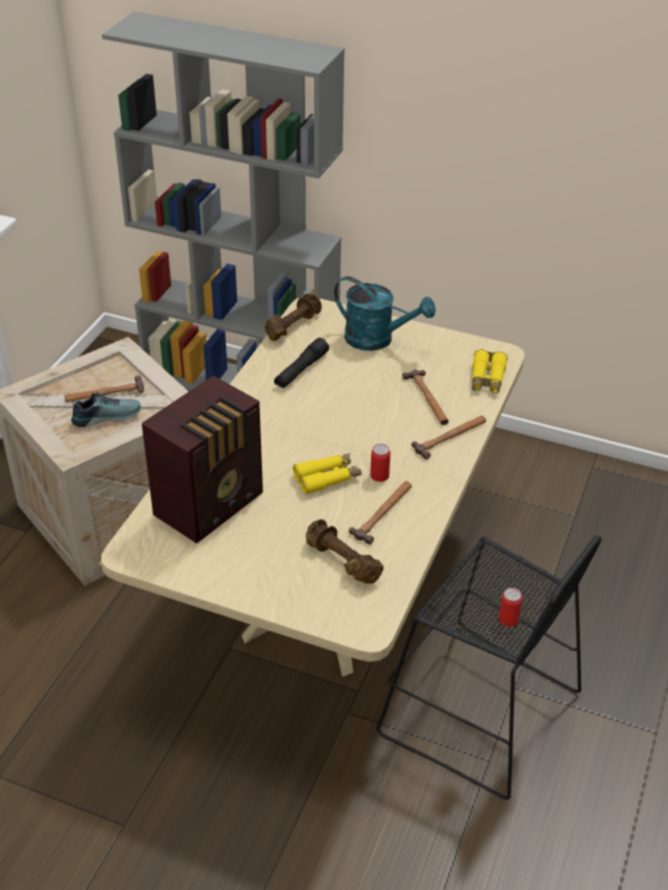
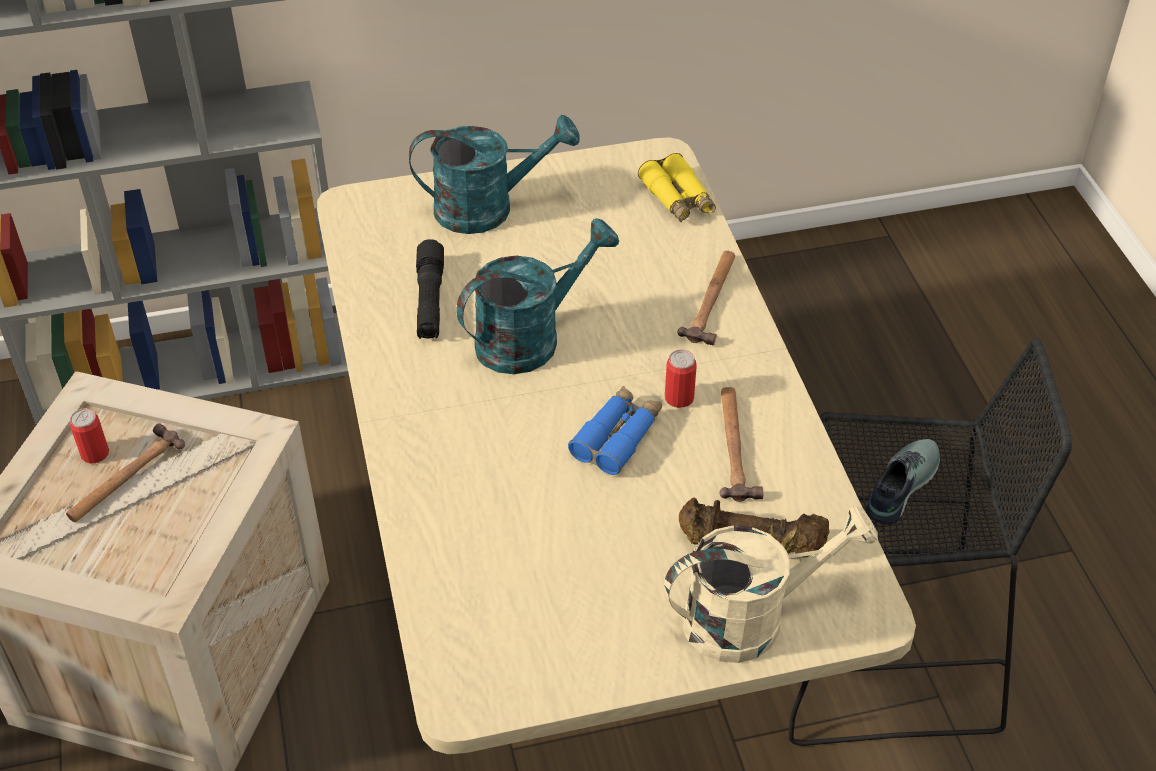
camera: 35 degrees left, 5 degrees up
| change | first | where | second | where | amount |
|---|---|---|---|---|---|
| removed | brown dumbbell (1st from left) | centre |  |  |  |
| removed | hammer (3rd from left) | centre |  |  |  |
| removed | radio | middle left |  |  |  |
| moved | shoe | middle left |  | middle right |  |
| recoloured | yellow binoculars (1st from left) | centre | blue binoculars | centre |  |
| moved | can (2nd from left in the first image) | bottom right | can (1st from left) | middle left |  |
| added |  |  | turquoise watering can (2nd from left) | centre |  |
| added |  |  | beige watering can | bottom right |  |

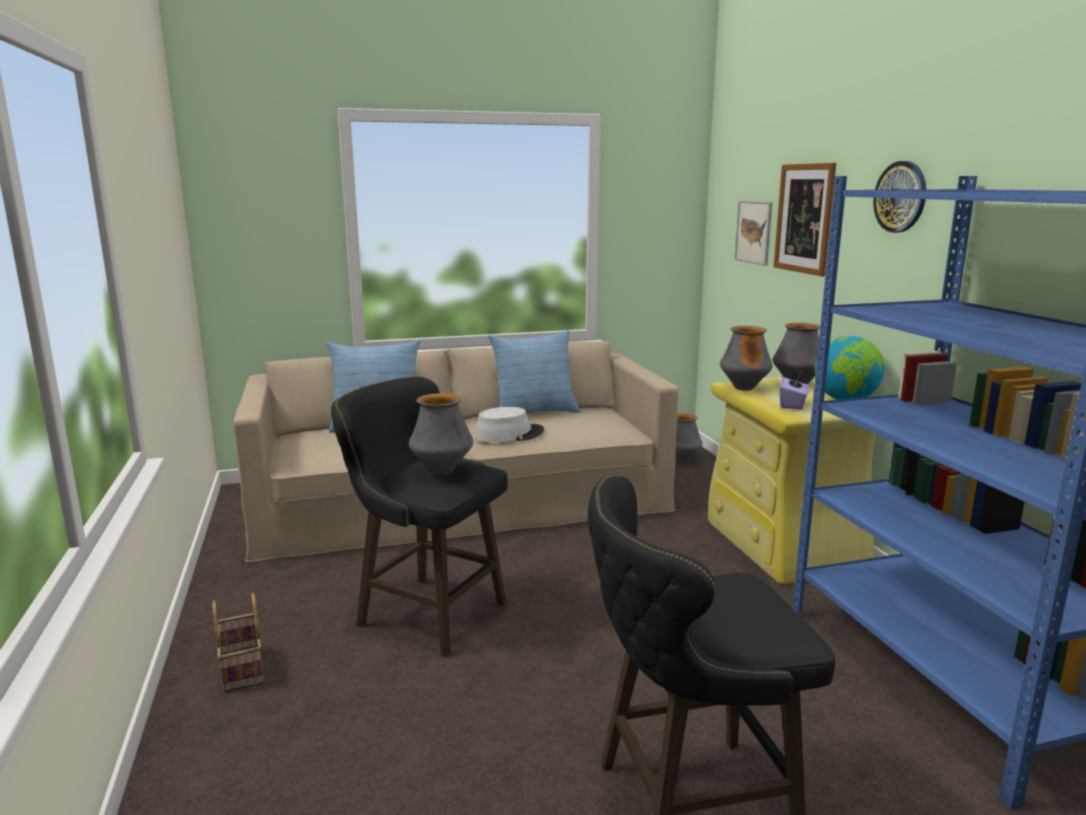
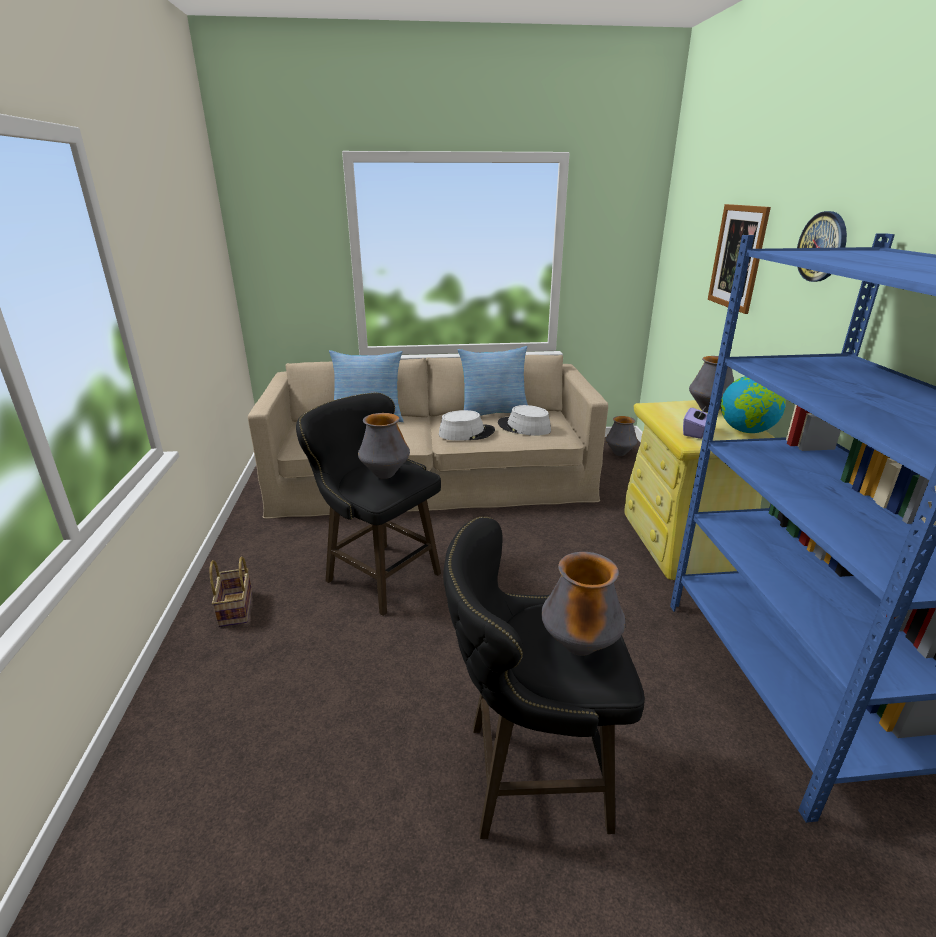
camera: 10 degrees right, 10 degrees up
| change | first | where | second | where | amount |
|---|---|---|---|---|---|
| removed | picture (1st from left) | top right |  |  |  |
| moved | vase (3rd from left in the first image) | middle right | vase (2nd from left) | centre |  |
| added |  |  | grey hat (2nd from left) | centre |  |

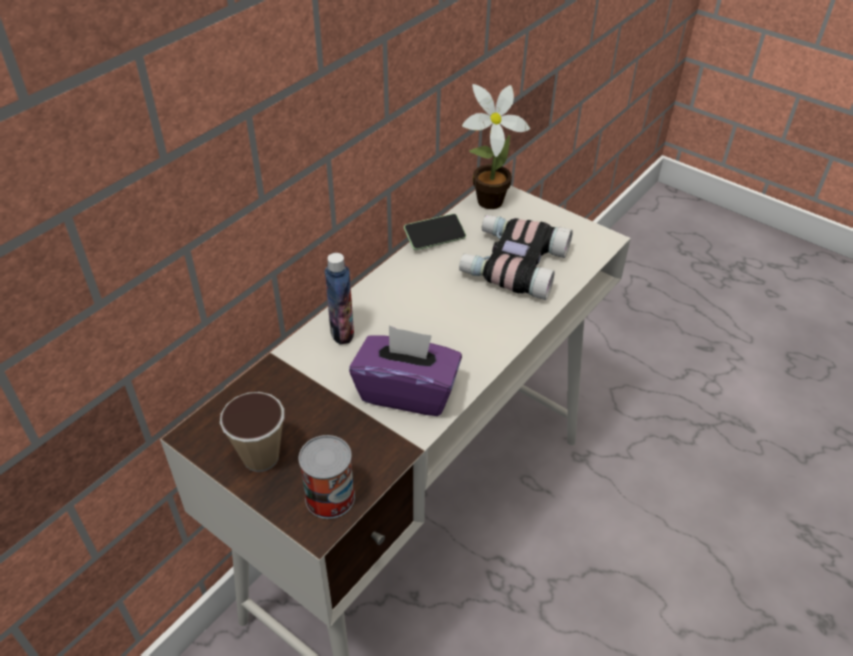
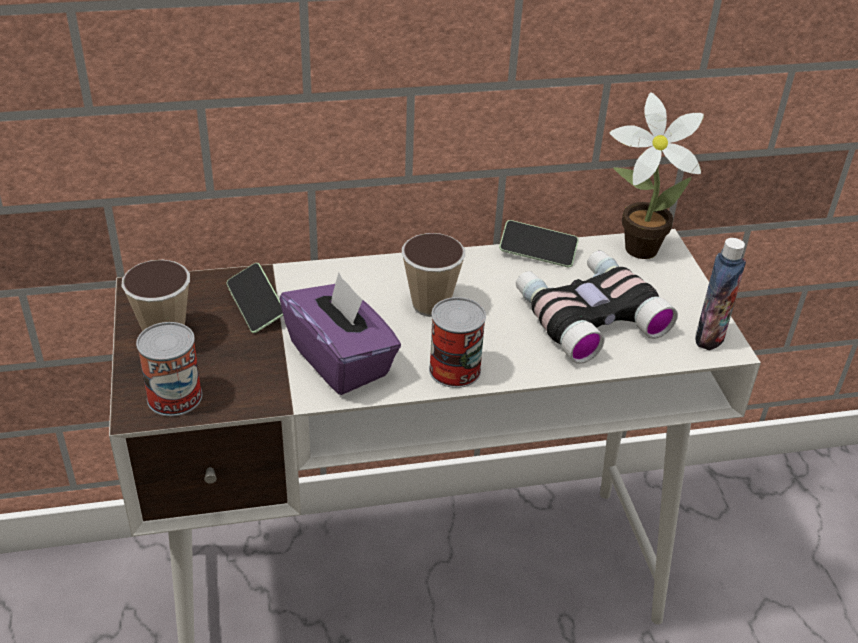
camera: 40 degrees right, 5 degrees down
| change | first | where | second | where | amount |
|---|---|---|---|---|---|
| moved | bottle | centre |  | middle right |  |
| added |  |  | cup (2nd from left) | centre |  |
| added |  |  | phone (1st from left) | middle left |  |
| added |  |  | can (2nd from left) | centre |  |

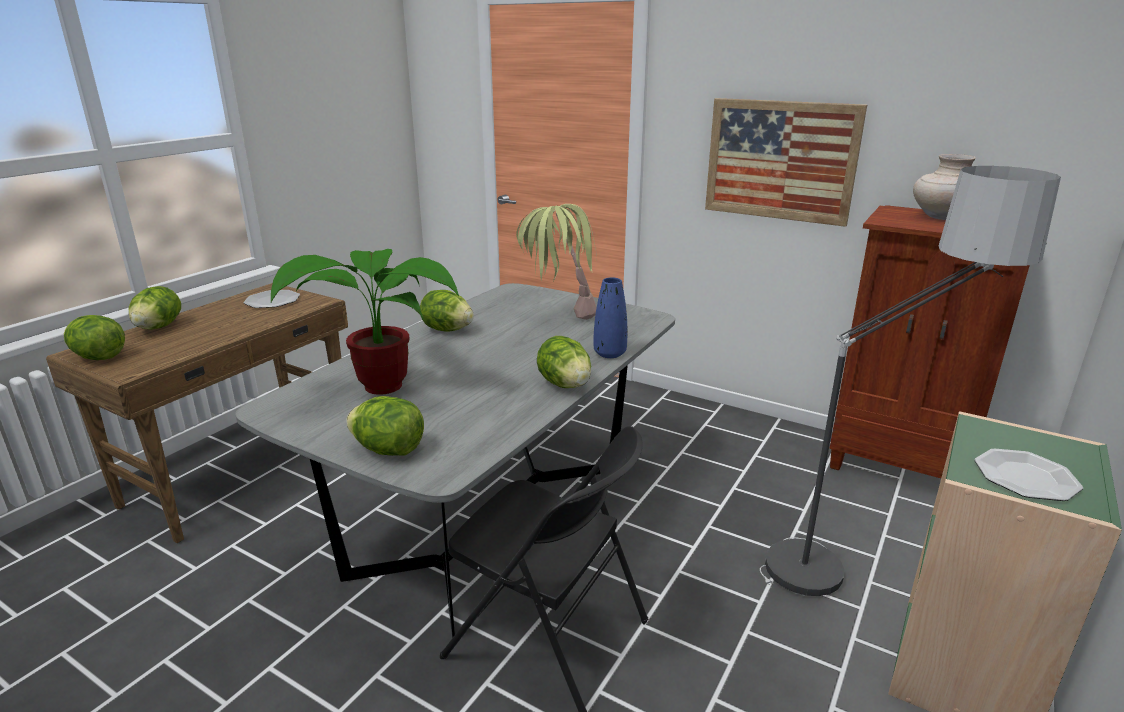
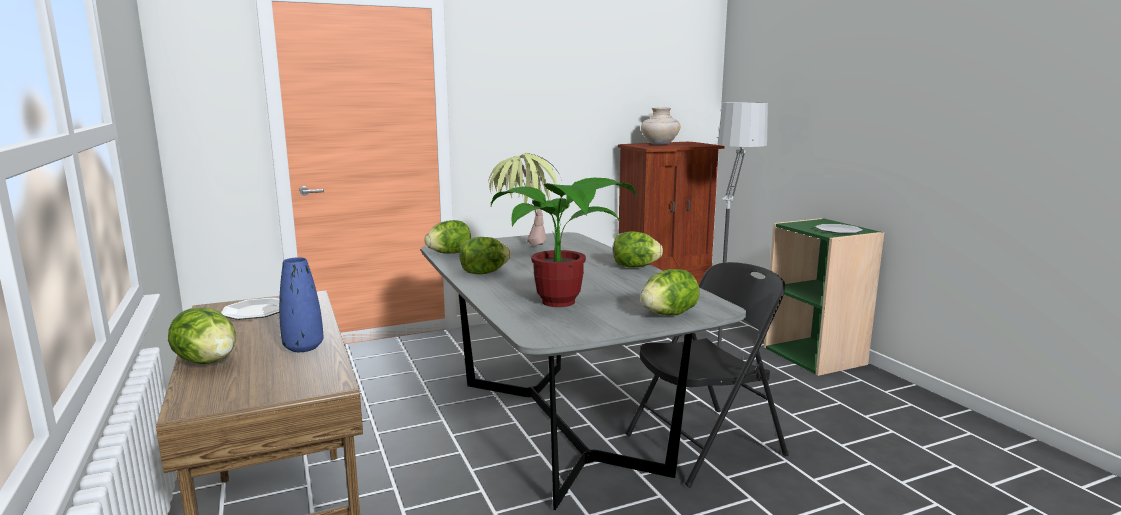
camera: 55 degrees left, 10 degrees down
| change | first | where | second | where | amount |
|---|---|---|---|---|---|
| removed | picture | top right |  |  |  |
| moved | blue vase | centre |  | middle left |  |
| moved | lettuce (1st from left in the first image) | middle left | lettuce (2nd from left) | centre |  |

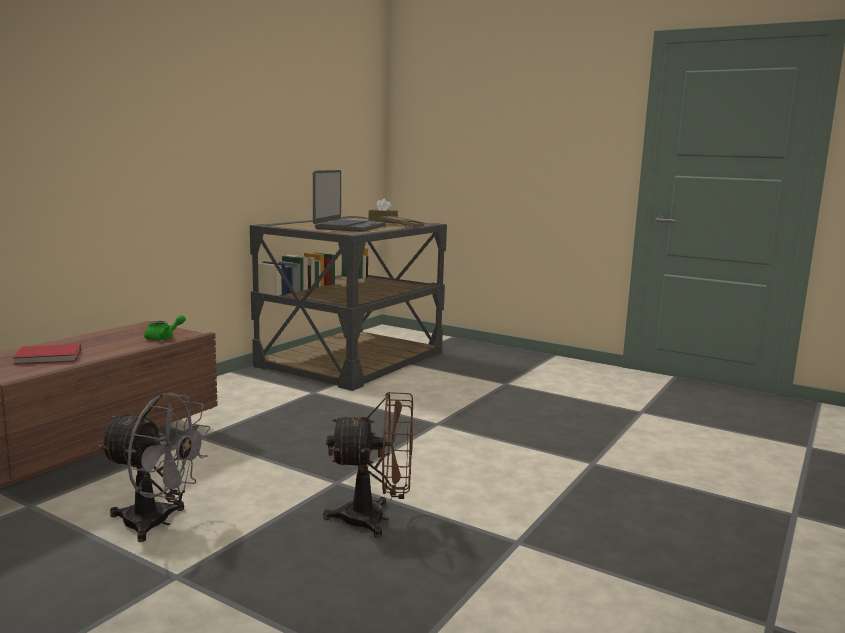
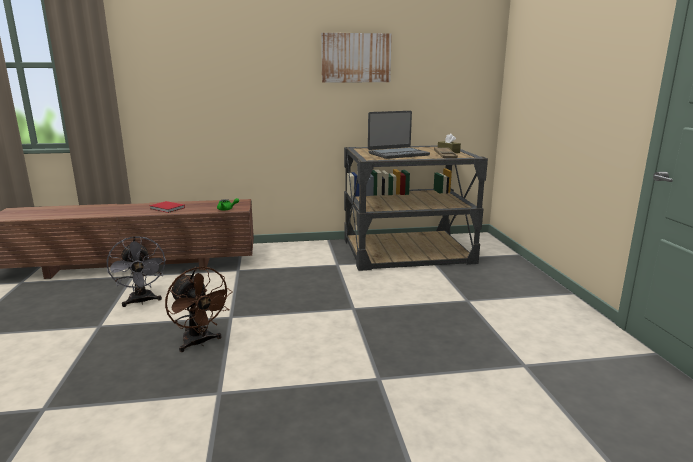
camera: 50 degrees right, 5 degrees up
| change | first | where | second | where | amount |
|---|---|---|---|---|---|
| added |  |  | picture | top centre |  |

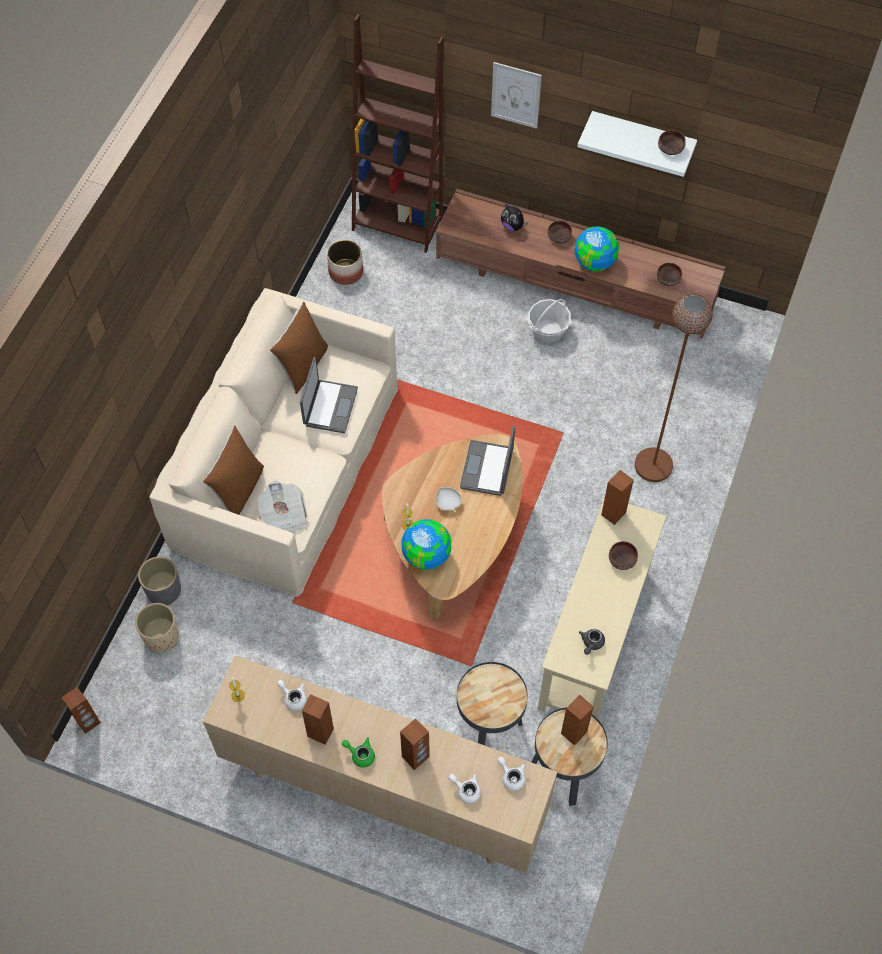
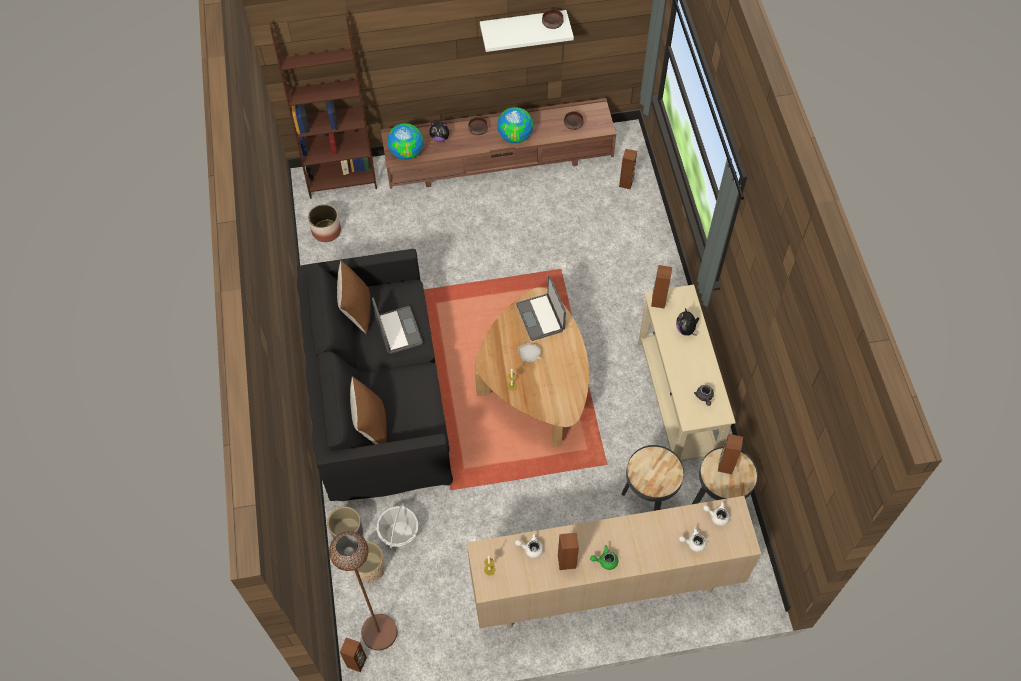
camera: 30 degrees left, 0 degrees up
| change | first | where | second | where | amount |
|---|---|---|---|---|---|
| removed | picture | top centre |  |  |  |
| recoloured | beige sofa | middle left | black sofa | centre |  |
| moved | brown floor lamp | middle right |  | bottom centre |  |
| moved | basket | centre |  | bottom centre |  |
| removed | newspaper | middle left |  |  |  |
| moved | globe (1st from left) | centre |  | top centre |  |
| replaced | brown bowl (2nd from left) | middle right | plush toy (2nd from left) | middle right |  |
| moved | brown speaker (3rd from left) | bottom centre |  | top centre |  |

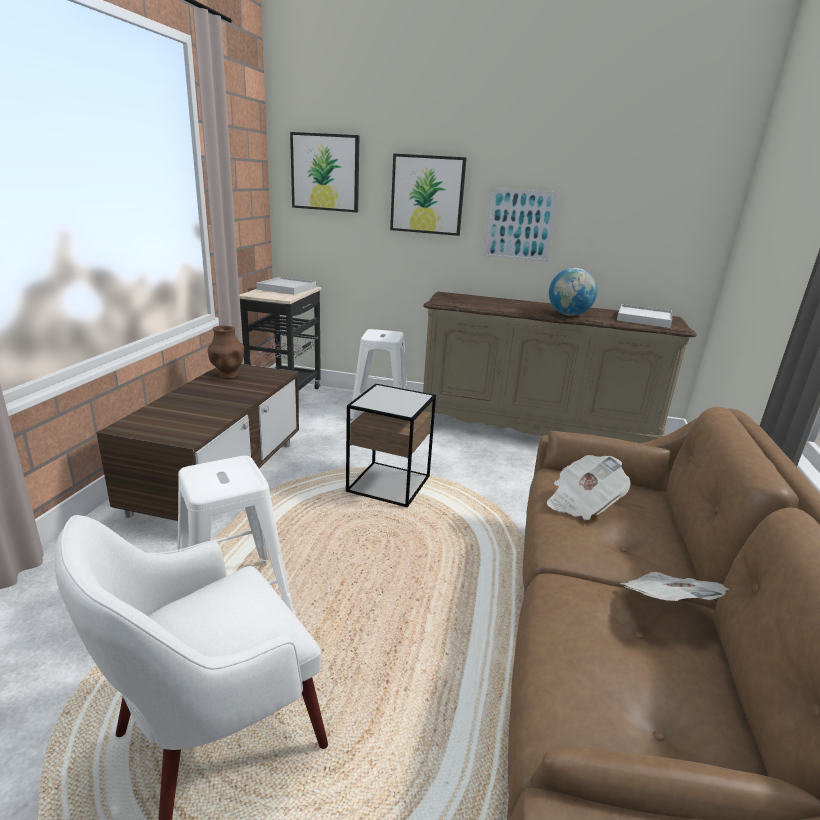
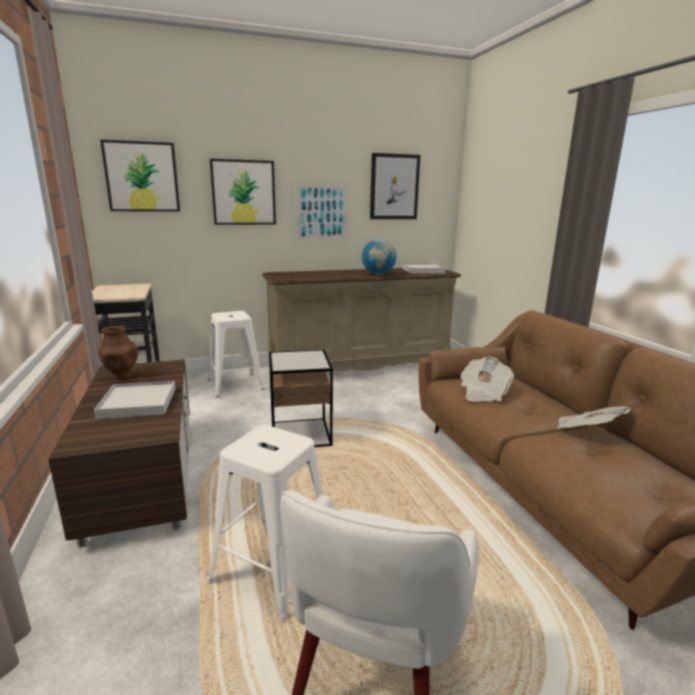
camera: 30 degrees left, 5 degrees down
| change | first | where | second | where | amount |
|---|---|---|---|---|---|
| moved | white tray (1st from left) | centre |  | middle left |  |
| added |  |  | picture (4th from left) | top centre |  |

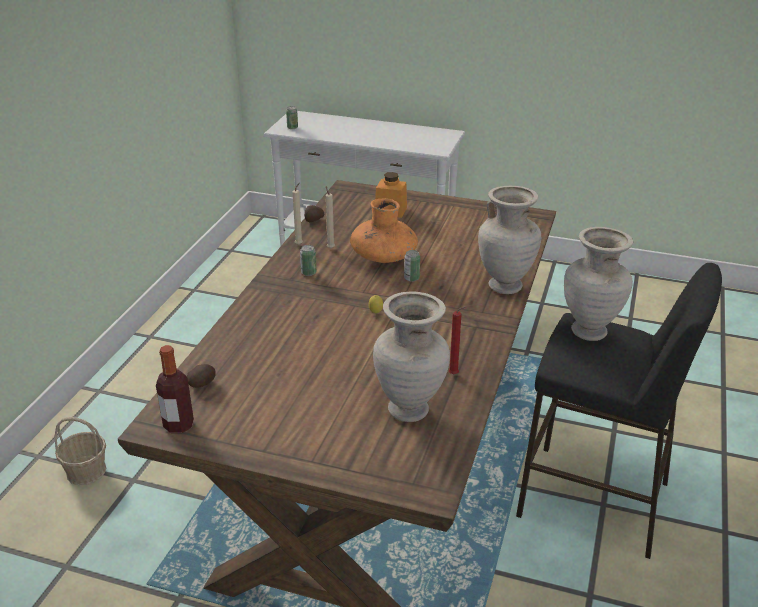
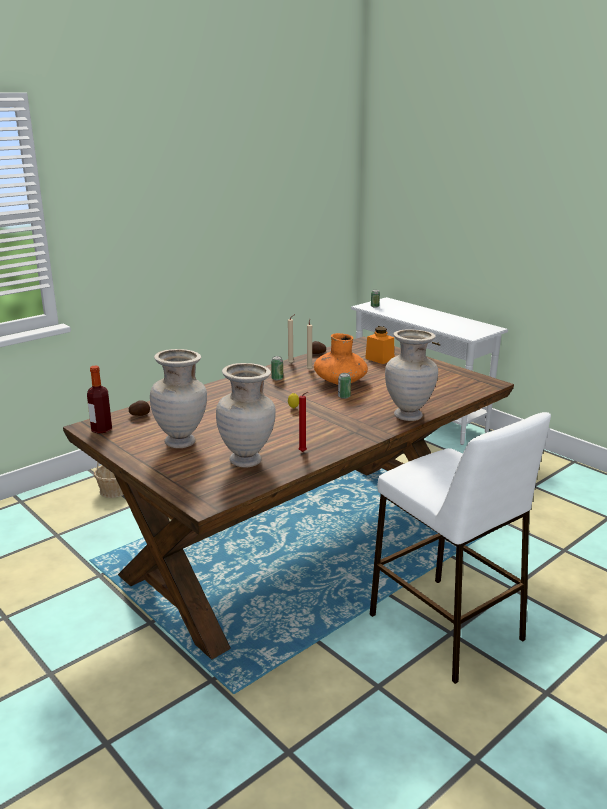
camera: 30 degrees right, 10 degrees down
| change | first | where | second | where | amount |
|---|---|---|---|---|---|
| moved | beige vase (3rd from left in the first image) | middle right | beige vase (1st from left) | middle left |  |
| recoloured | black stool | bottom right | white stool | bottom right |  |

